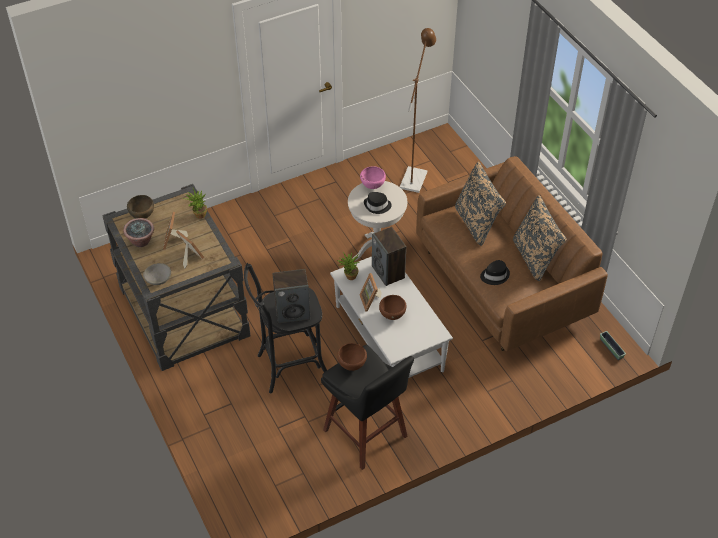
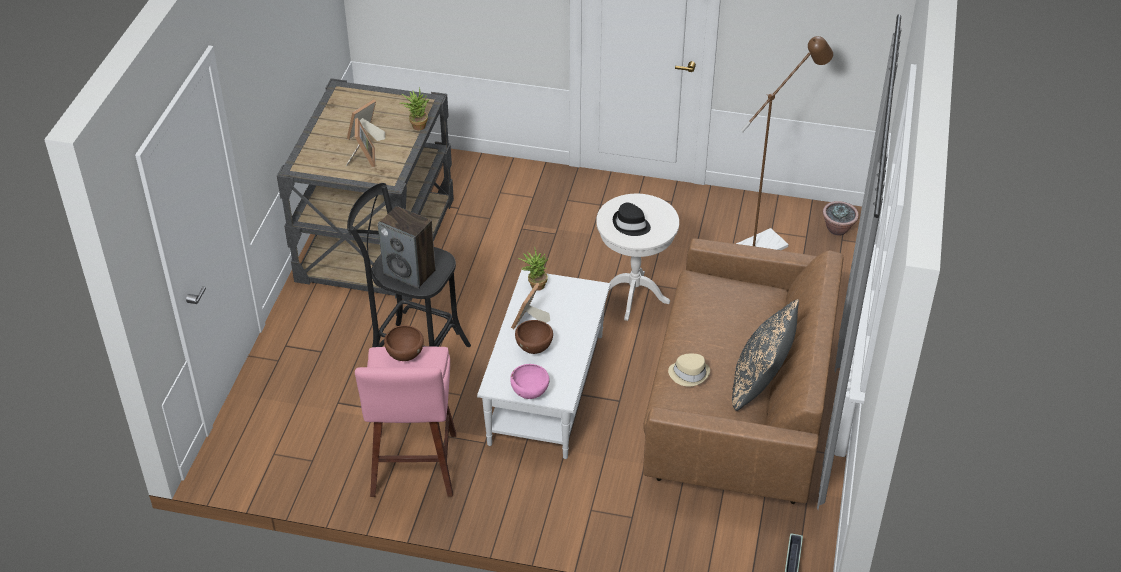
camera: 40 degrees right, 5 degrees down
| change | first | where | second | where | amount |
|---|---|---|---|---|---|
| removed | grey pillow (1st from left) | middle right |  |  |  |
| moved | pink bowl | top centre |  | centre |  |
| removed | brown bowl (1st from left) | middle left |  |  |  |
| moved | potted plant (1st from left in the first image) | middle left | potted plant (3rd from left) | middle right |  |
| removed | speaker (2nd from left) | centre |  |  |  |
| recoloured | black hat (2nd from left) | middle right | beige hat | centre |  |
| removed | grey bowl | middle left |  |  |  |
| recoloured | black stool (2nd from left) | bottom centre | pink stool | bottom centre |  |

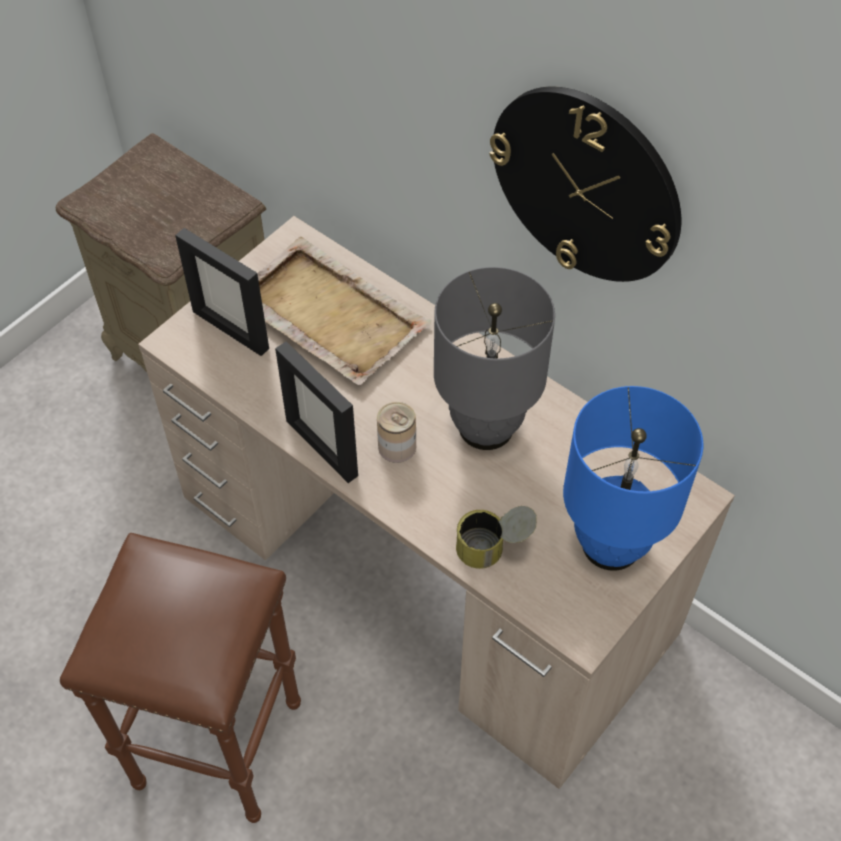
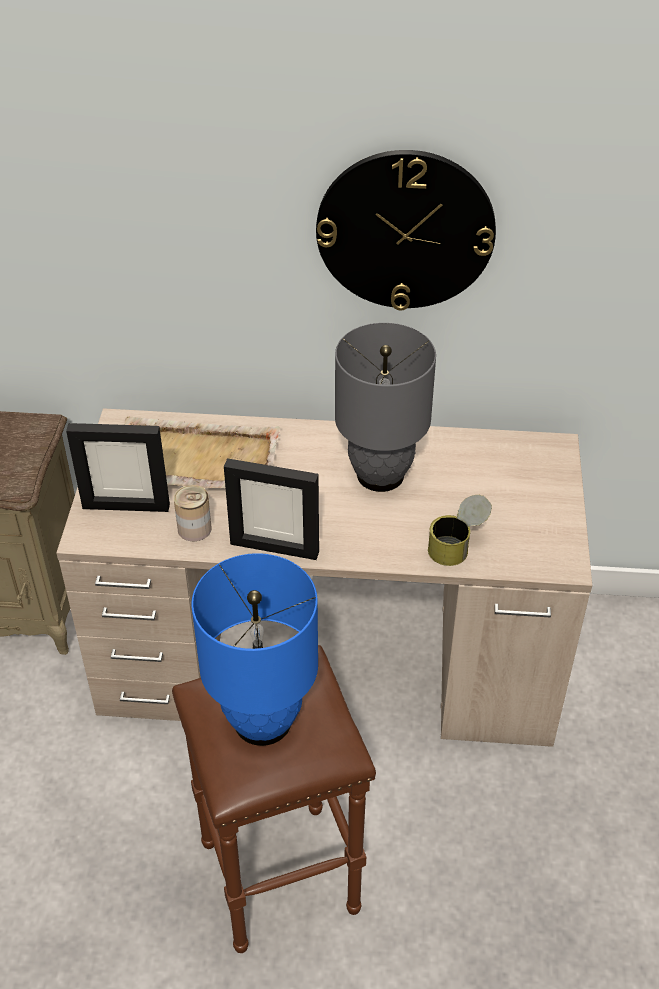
camera: 35 degrees left, 10 degrees down
| change | first | where | second | where | amount |
|---|---|---|---|---|---|
| moved | blue table lamp | middle right |  | centre |  |
| moved | can (1st from left) | centre |  | middle left |  |

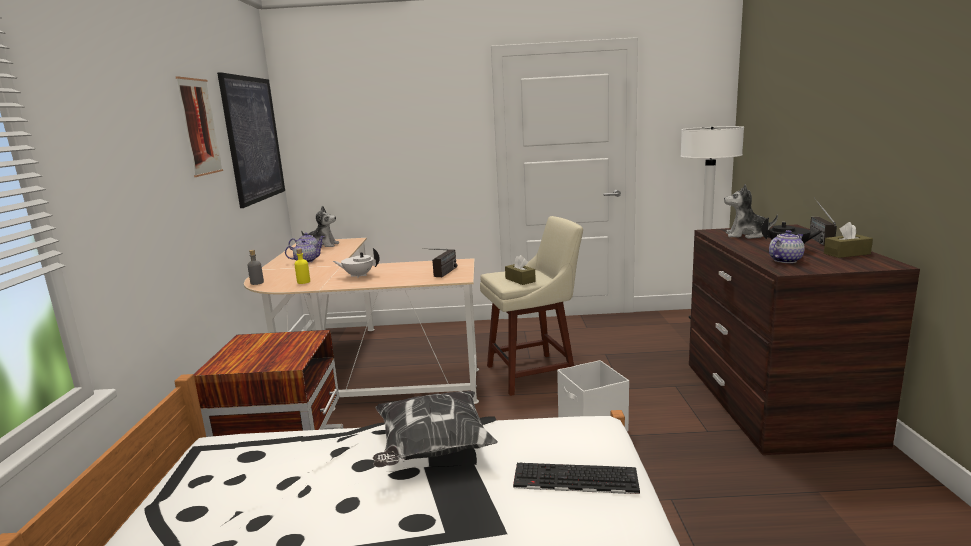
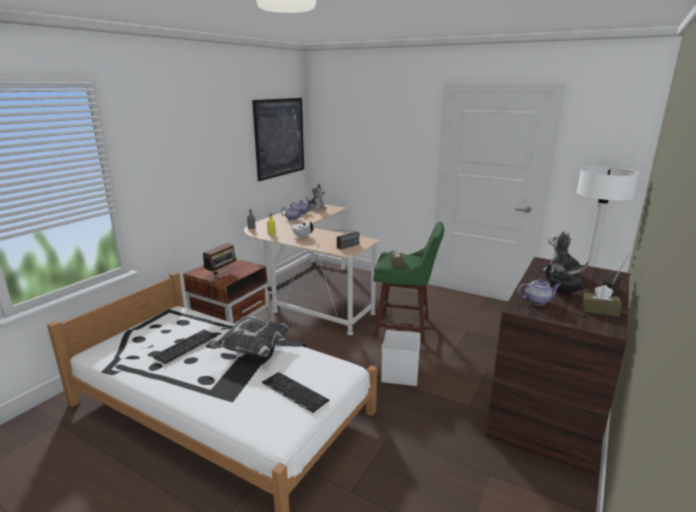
camera: 30 degrees right, 5 degrees up
| change | first | where | second | where | amount |
|---|---|---|---|---|---|
| removed | picture (1st from left) | top left |  |  |  |
| recoloured | beige stool | centre | green stool | centre |  |
| added |  |  | radio (1st from left) | middle left |  |
| added |  |  | keyboard (1st from left) | bottom left |  |

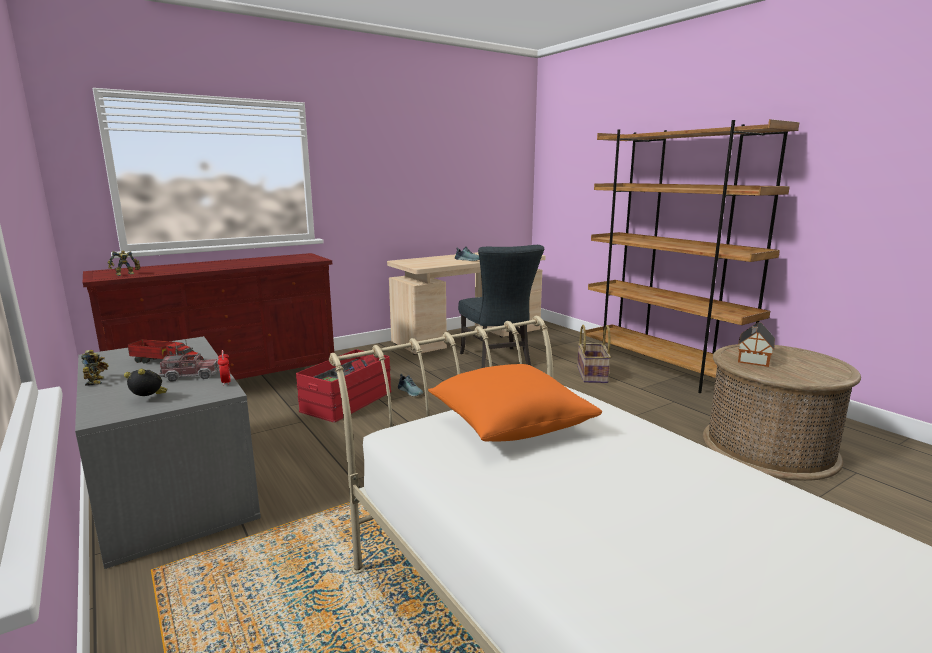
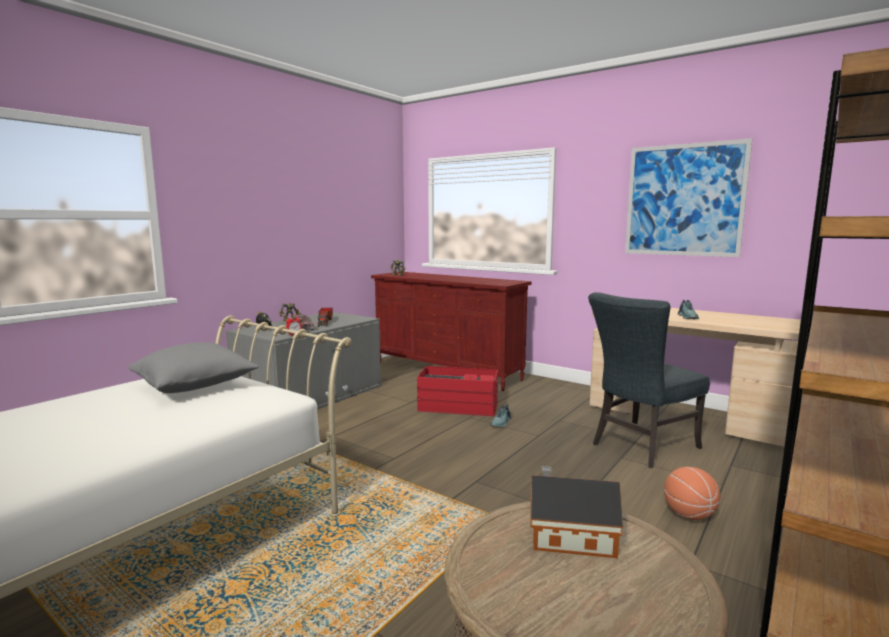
camera: 70 degrees right, 5 degrees down
| change | first | where | second | where | amount |
|---|---|---|---|---|---|
| replaced | basket | centre | basketball | bottom right |  |
| recoloured | orange pillow | centre | grey pillow | middle left |  |
| added |  |  | picture | top right |  |

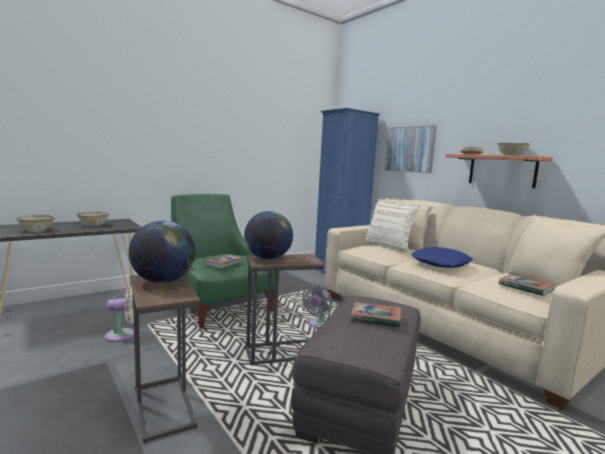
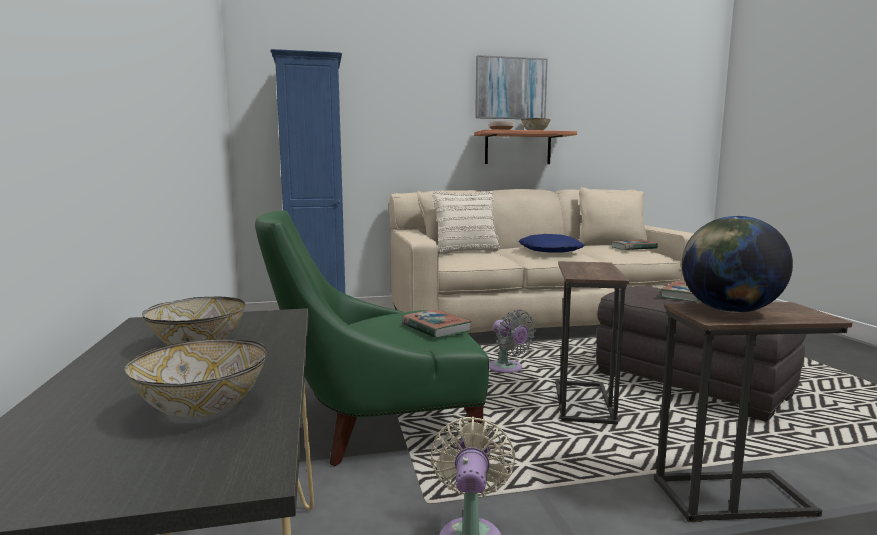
camera: 65 degrees left, 0 degrees up
| change | first | where | second | where | amount |
|---|---|---|---|---|---|
| moved | picture | top right |  | top centre |  |
| removed | globe (2nd from left) | centre |  |  |  |

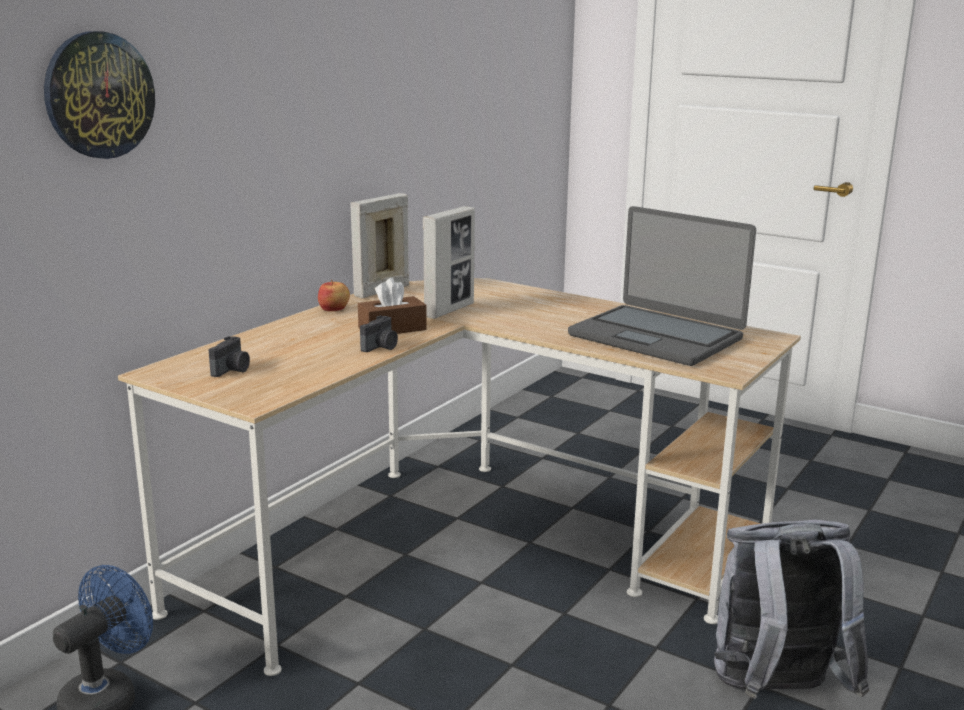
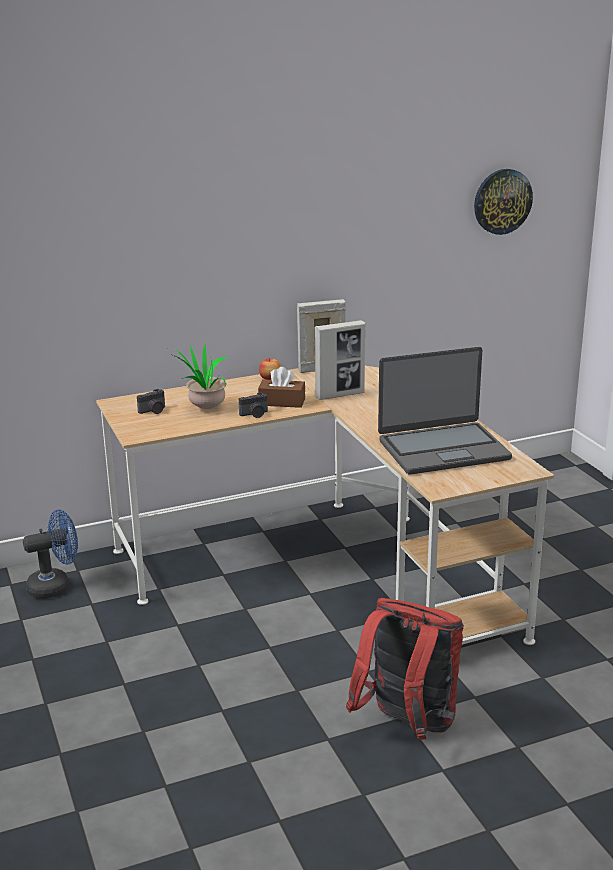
camera: 35 degrees right, 5 degrees up
| change | first | where | second | where | amount |
|---|---|---|---|---|---|
| moved | wall clock | top left |  | top right |  |
| turned | laptop | middle right |  | middle right | 90 degrees counterclockwise |
| recoloured | grey backpack | bottom right | red backpack | bottom centre |  |
| added |  |  | potted plant | middle left |  |

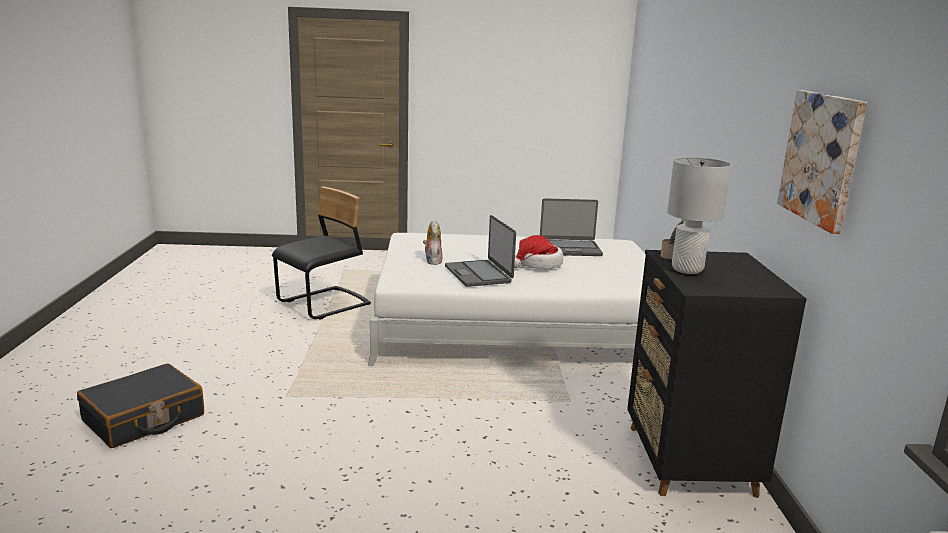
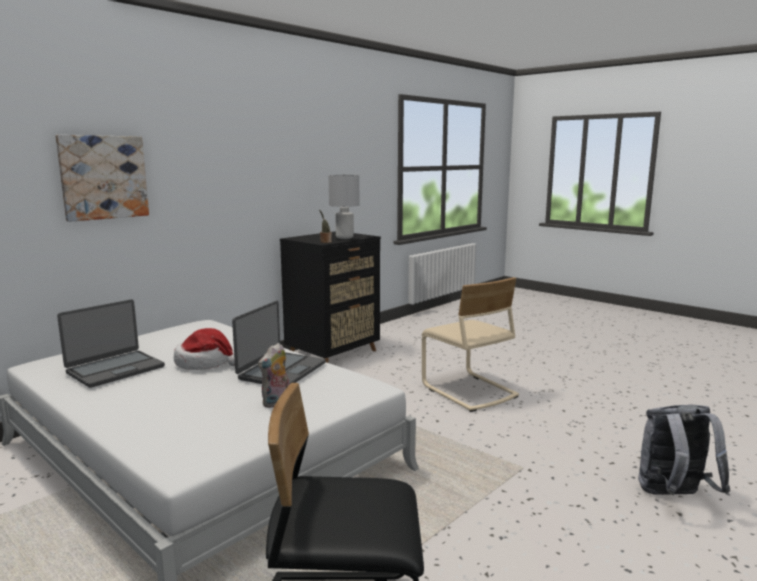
camera: 135 degrees left, 5 degrees down
| change | first | where | second | where | amount |
|---|---|---|---|---|---|
| moved | picture | top right |  | top left |  |
| turned | laptop (2nd from left in the first image) | centre | laptop (1st from left) | middle left | 90 degrees clockwise |
| replaced | black suitcase | bottom left | grey backpack | bottom right |  |
| added |  |  | beige chair | centre |  |

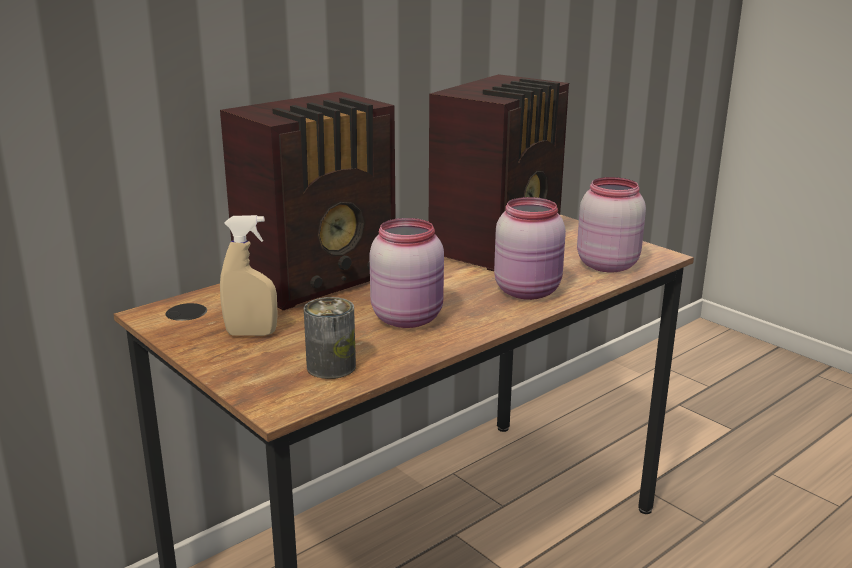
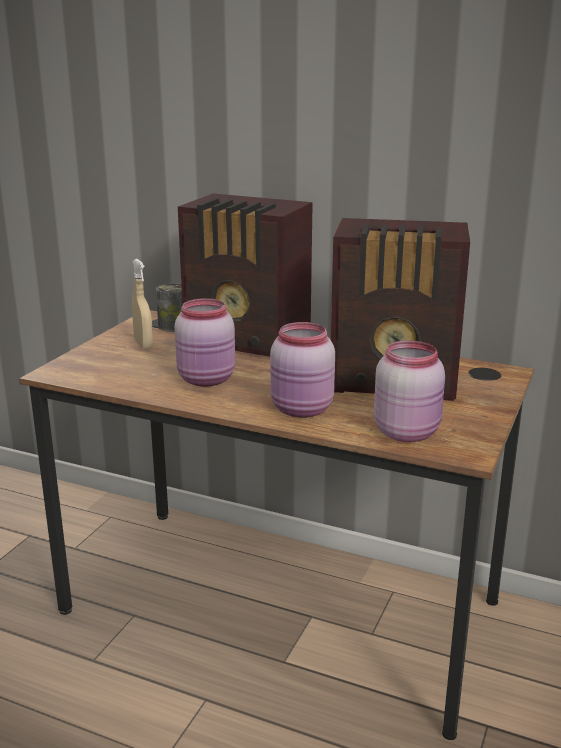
camera: 65 degrees right, 0 degrees up
| change | first | where | second | where | amount |
|---|---|---|---|---|---|
| moved | can | centre |  | middle left |  |

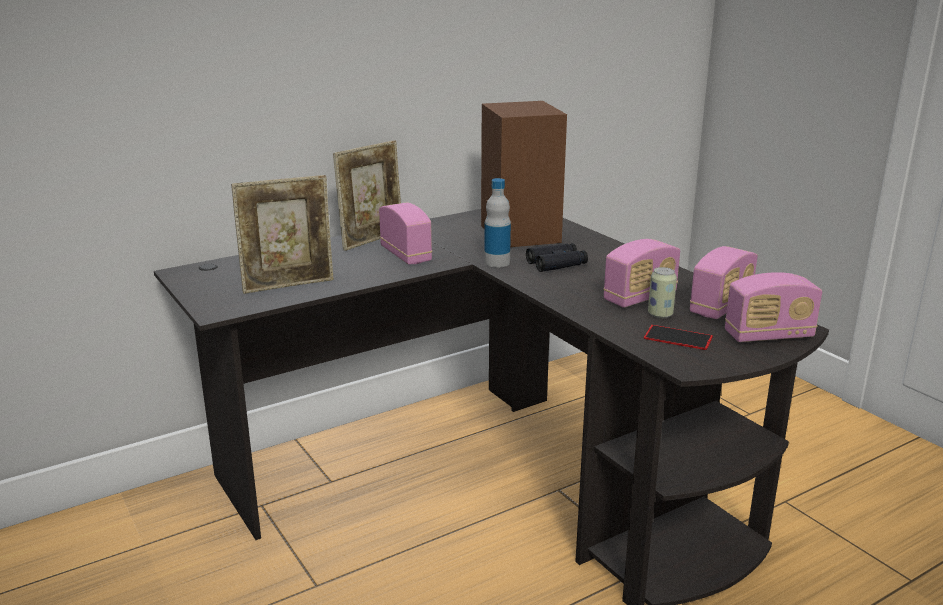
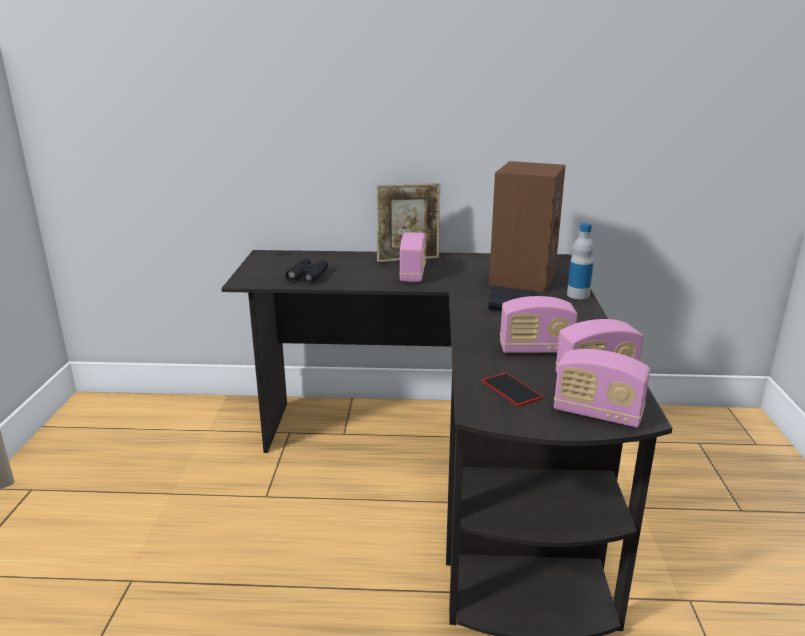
camera: 35 degrees right, 0 degrees up
| change | first | where | second | where | amount |
|---|---|---|---|---|---|
| replaced | picture frame (1st from left) | middle left | black binoculars (1st from left) | centre |  |
| moved | bottle | centre |  | middle right |  |
| removed | can | middle right |  |  |  |

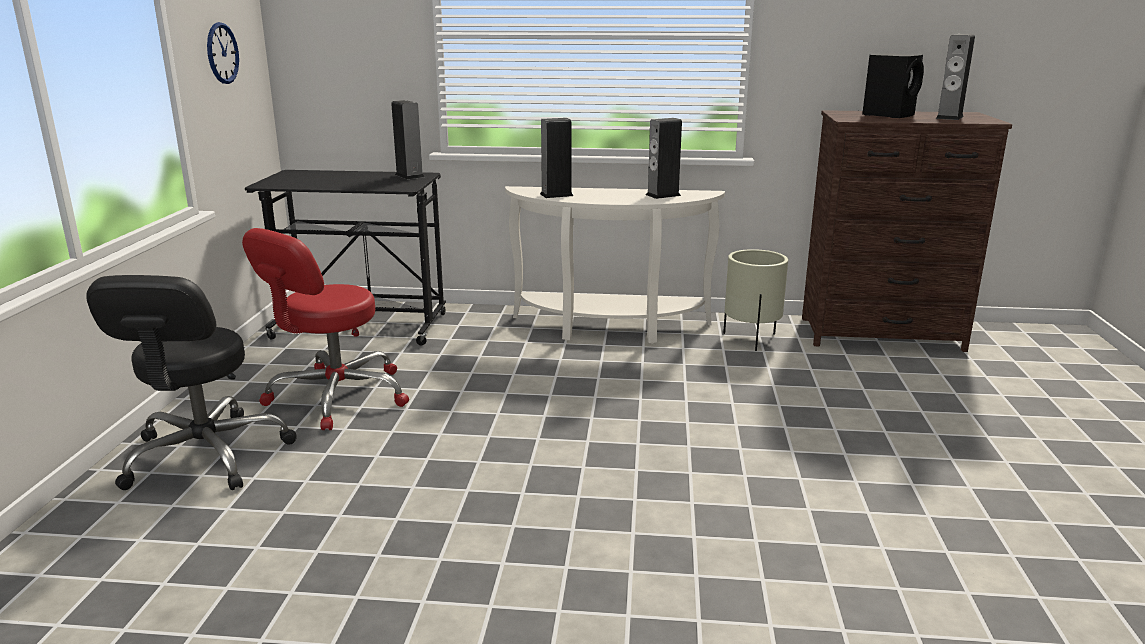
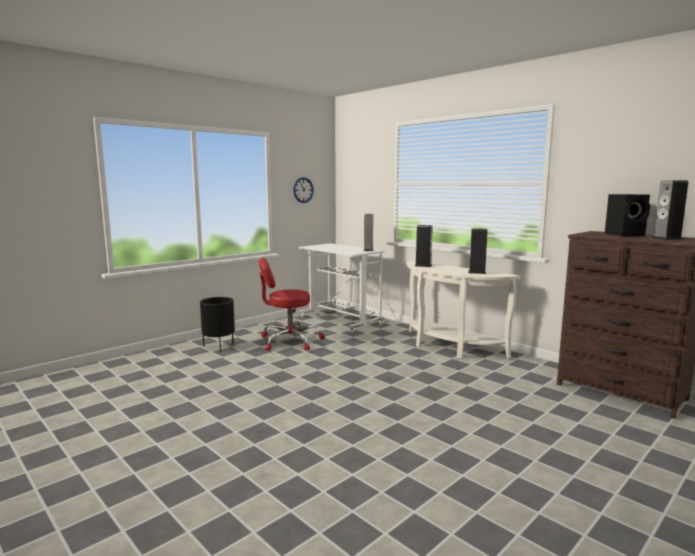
camera: 40 degrees right, 10 degrees down
| change | first | where | second | where | amount |
|---|---|---|---|---|---|
| recoloured | black desk | middle left | white desk | centre |  |
| removed | beige planter | centre |  |  |  |
| replaced | black office chair | middle left | black planter | middle left |  |

